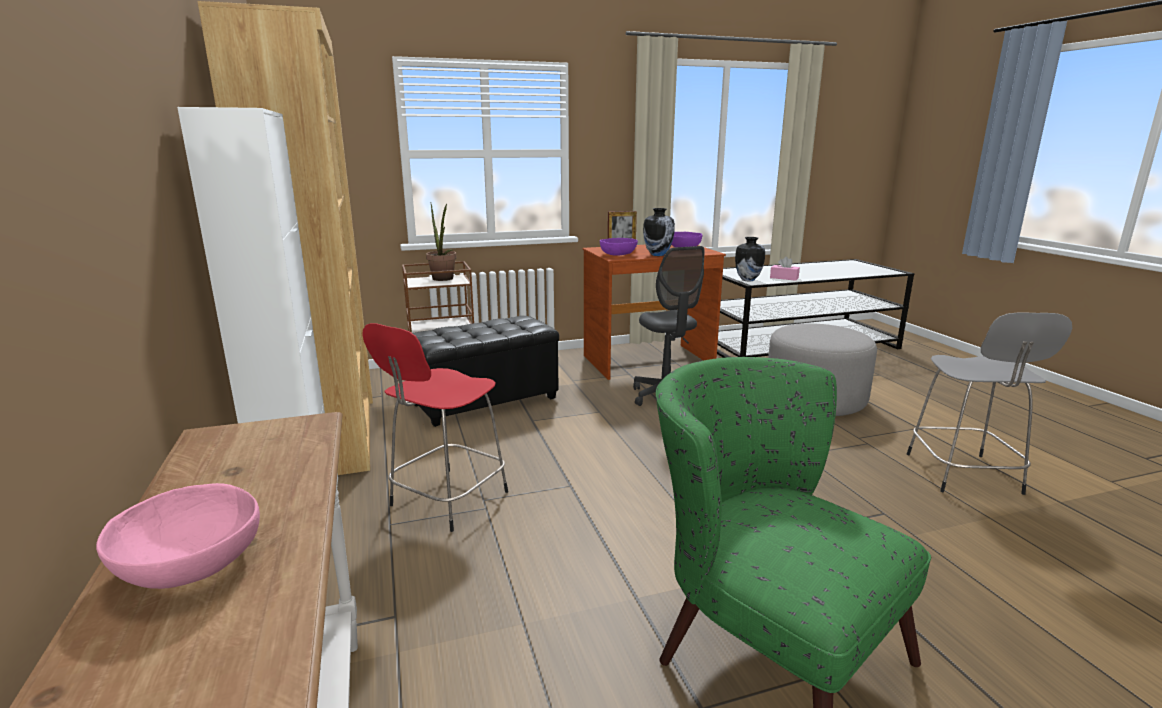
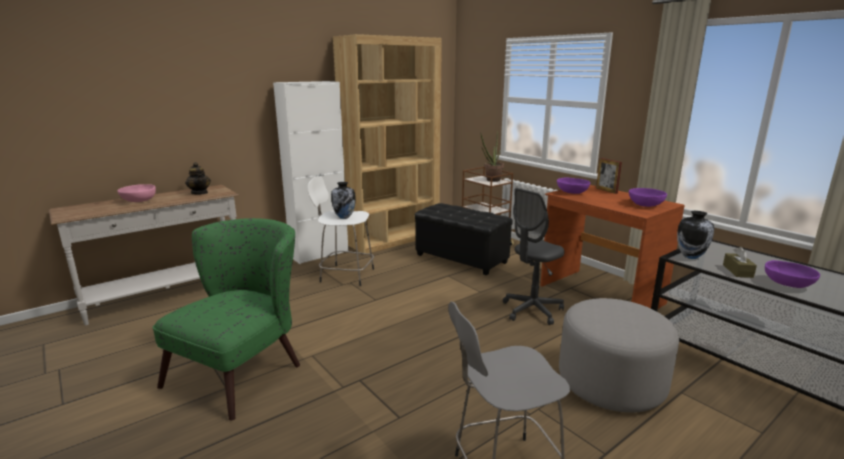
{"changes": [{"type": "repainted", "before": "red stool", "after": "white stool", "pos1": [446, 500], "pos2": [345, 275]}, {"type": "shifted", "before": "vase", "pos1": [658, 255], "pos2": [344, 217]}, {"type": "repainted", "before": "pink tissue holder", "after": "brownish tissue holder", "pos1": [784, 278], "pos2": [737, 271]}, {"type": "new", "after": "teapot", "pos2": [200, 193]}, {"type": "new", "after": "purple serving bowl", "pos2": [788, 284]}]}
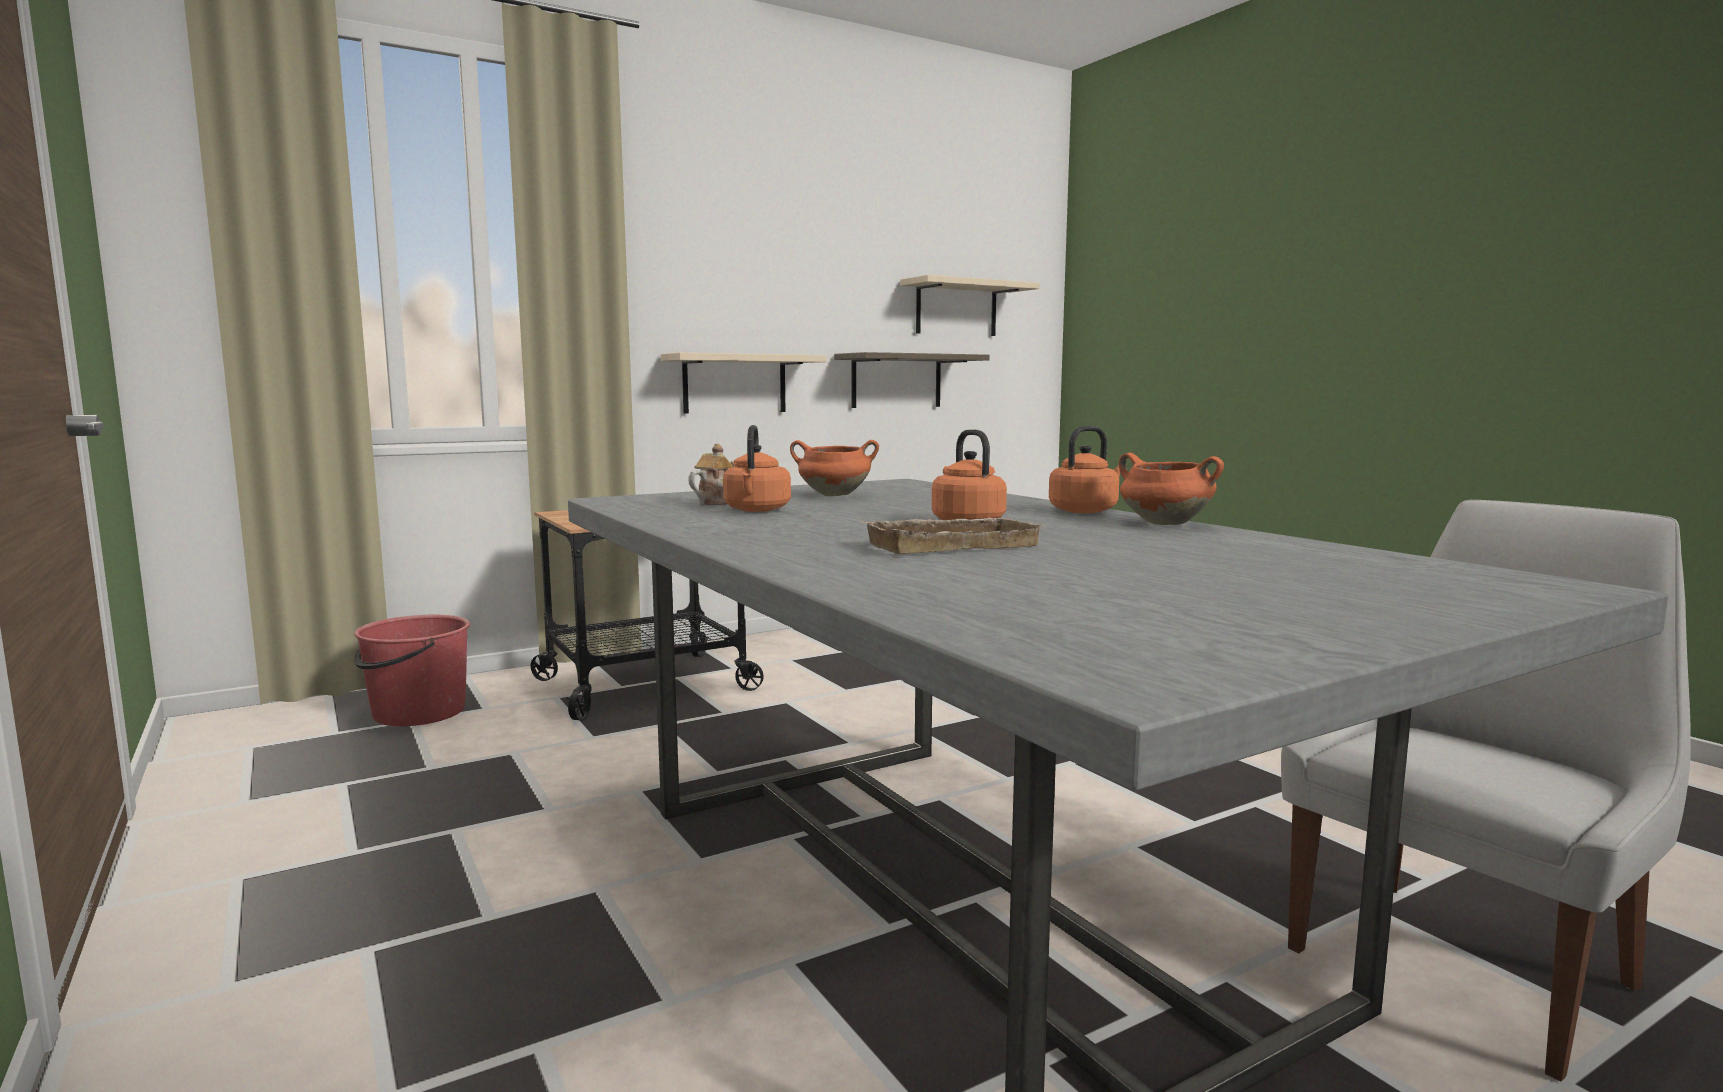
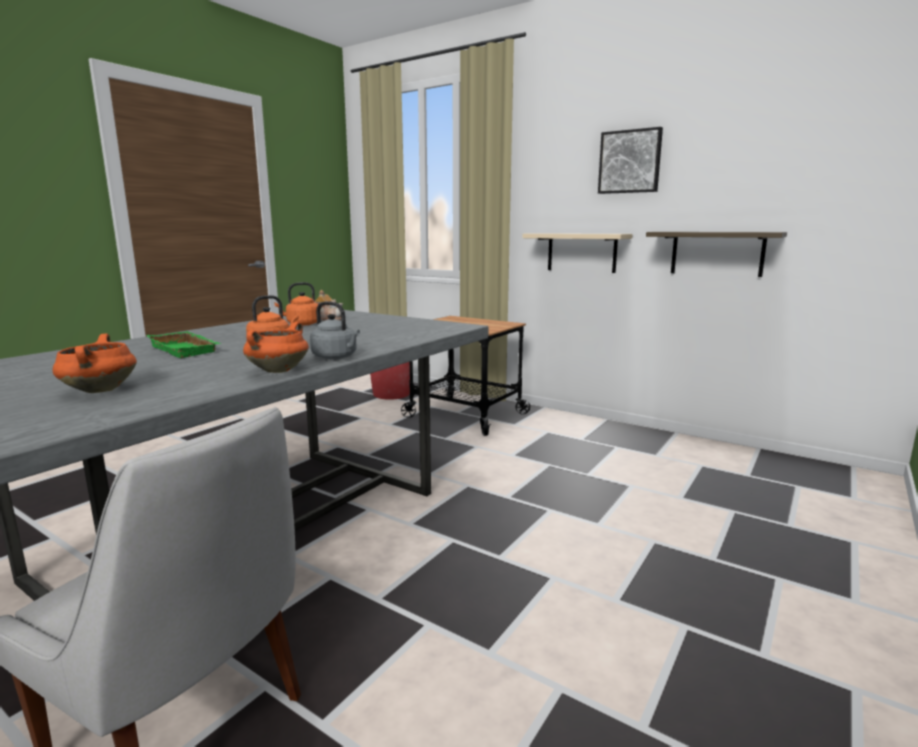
{"changes": [{"type": "shifted", "before": "orangey cooking pot", "pos1": [833, 495], "pos2": [99, 390]}, {"type": "repainted", "before": "beige-coloured serving tray", "after": "green-coloured serving tray", "pos1": [950, 545], "pos2": [187, 350]}, {"type": "gone", "before": "beige-coloured bracket shelf", "pos1": [956, 309]}, {"type": "repainted", "before": "orangey kettle", "after": "gray kettle", "pos1": [1085, 511], "pos2": [336, 357]}, {"type": "new", "after": "wall art", "pos2": [630, 162]}]}
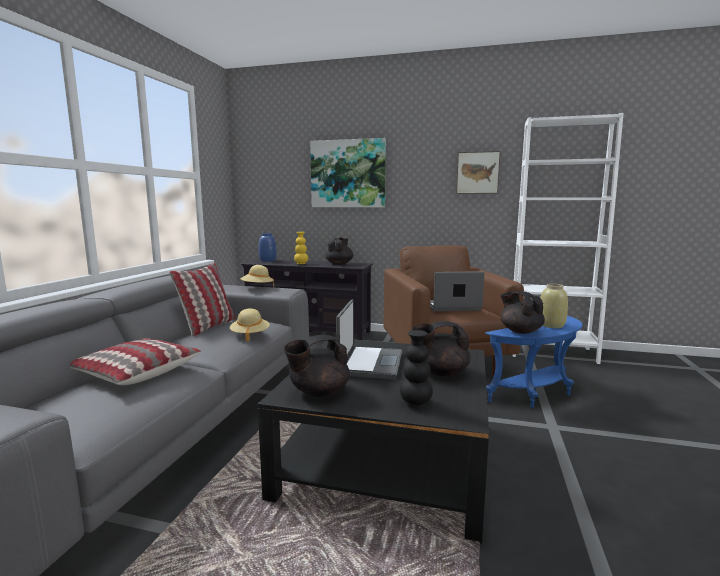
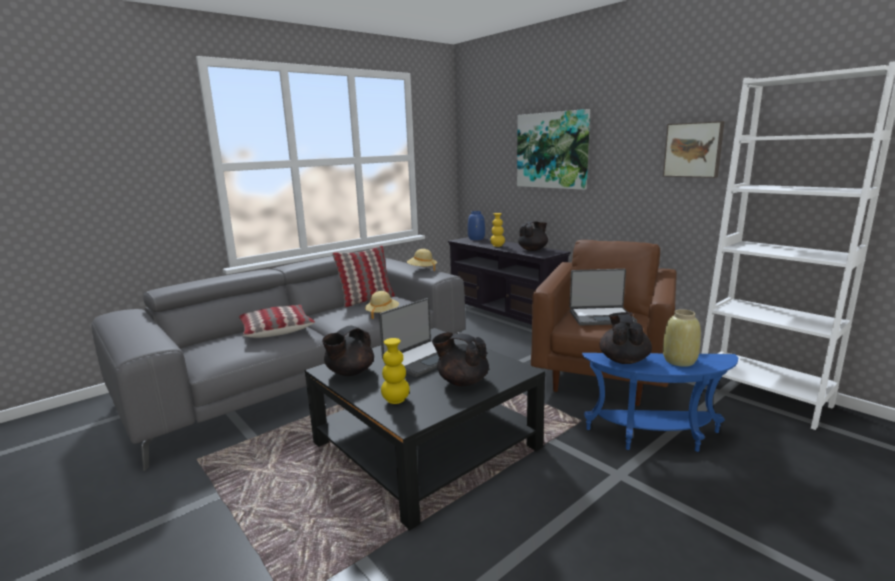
{"changes": [{"type": "rotated", "before": "black-coloured teapot", "pos1": [318, 392], "pos2": [349, 372], "turn": -60}, {"type": "repainted", "before": "black-coloured vase", "after": "yellowish vase", "pos1": [415, 403], "pos2": [396, 400]}, {"type": "rotated", "before": "laptop", "pos1": [452, 307], "pos2": [601, 317], "turn": 150}]}
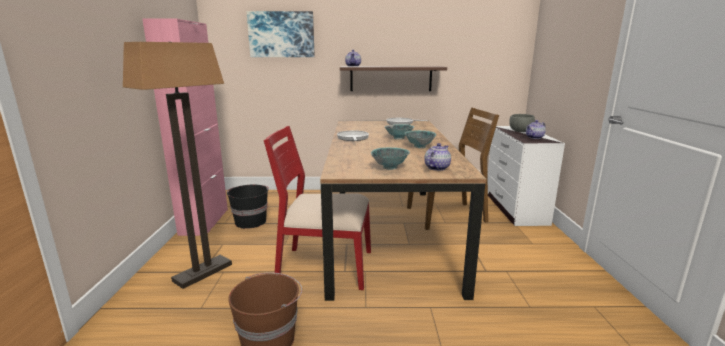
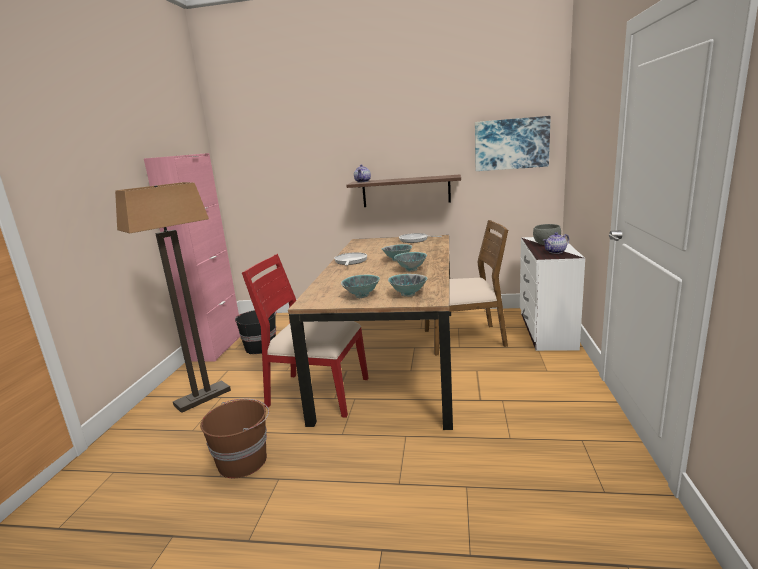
{"changes": [{"type": "shifted", "before": "wall art", "pos1": [281, 34], "pos2": [511, 144]}, {"type": "swapped", "before": "teapot", "after": "serving bowl", "pos1": [436, 168], "pos2": [408, 295]}]}
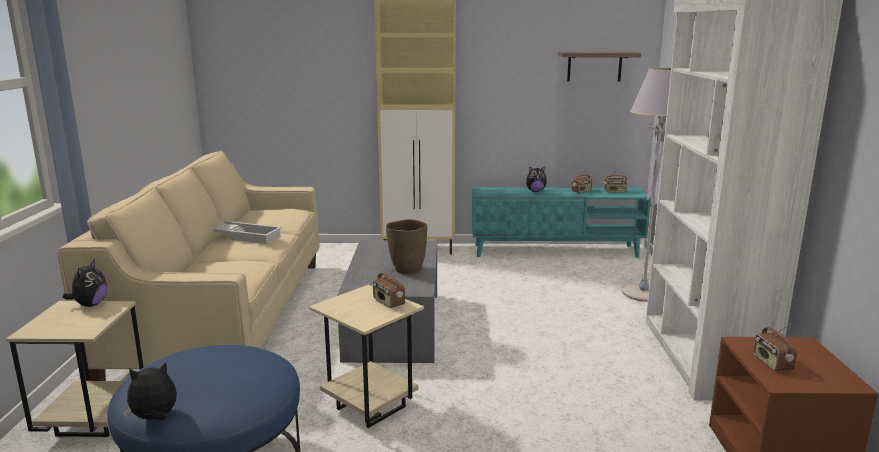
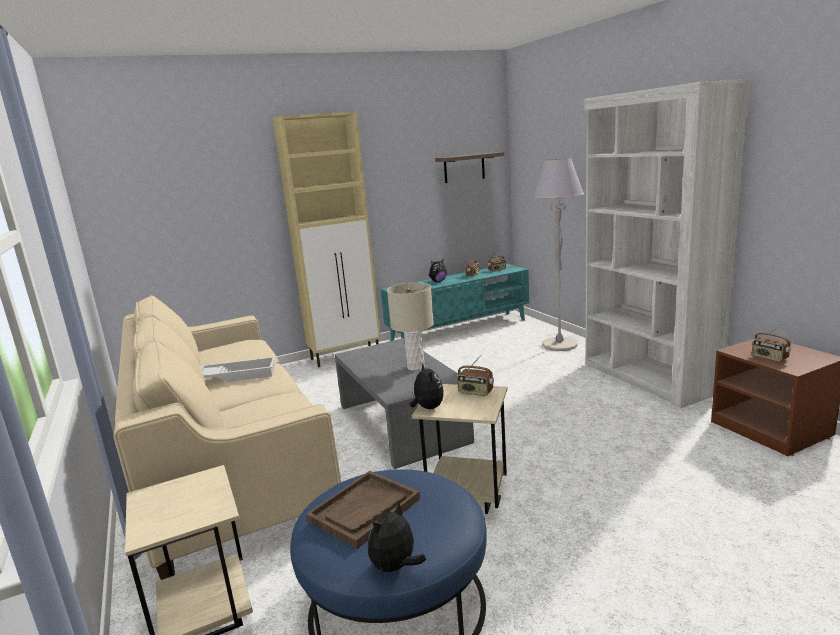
{"changes": [{"type": "shifted", "before": "cuddly toy", "pos1": [90, 305], "pos2": [427, 408]}, {"type": "swapped", "before": "brownish vase", "after": "beige-coloured table lamp", "pos1": [407, 270], "pos2": [416, 367]}, {"type": "new", "after": "brownish serving tray", "pos2": [364, 510]}]}
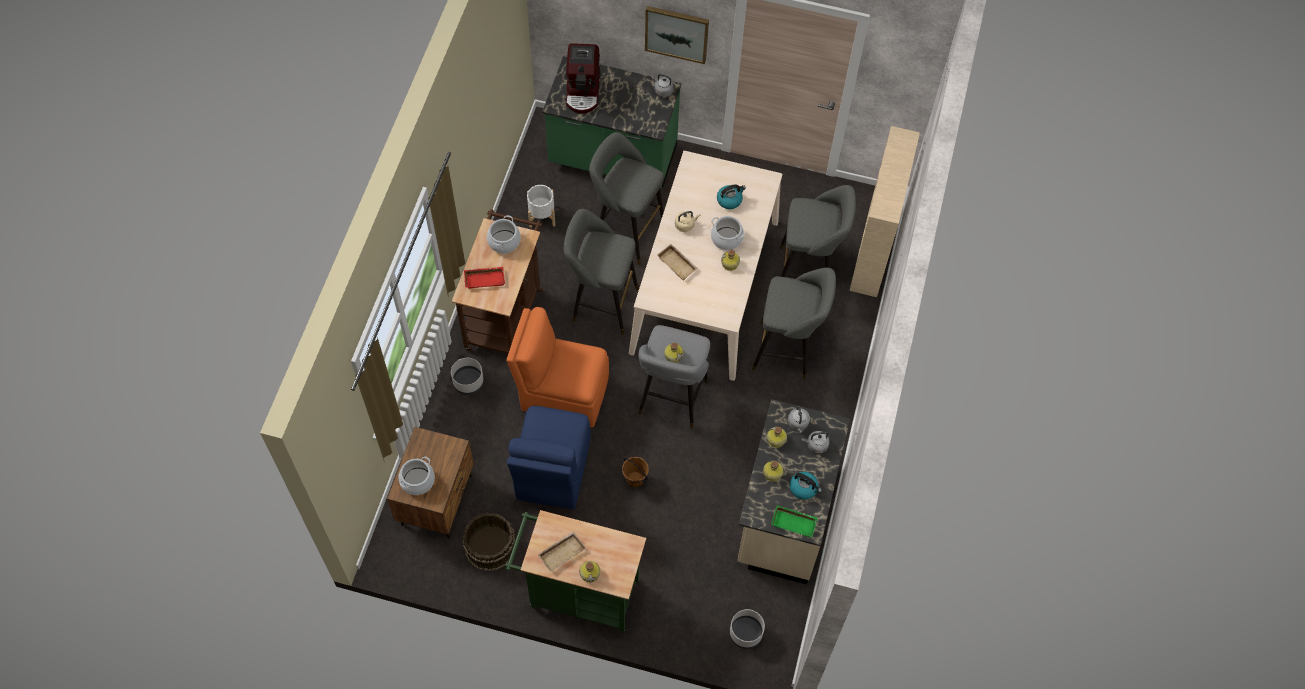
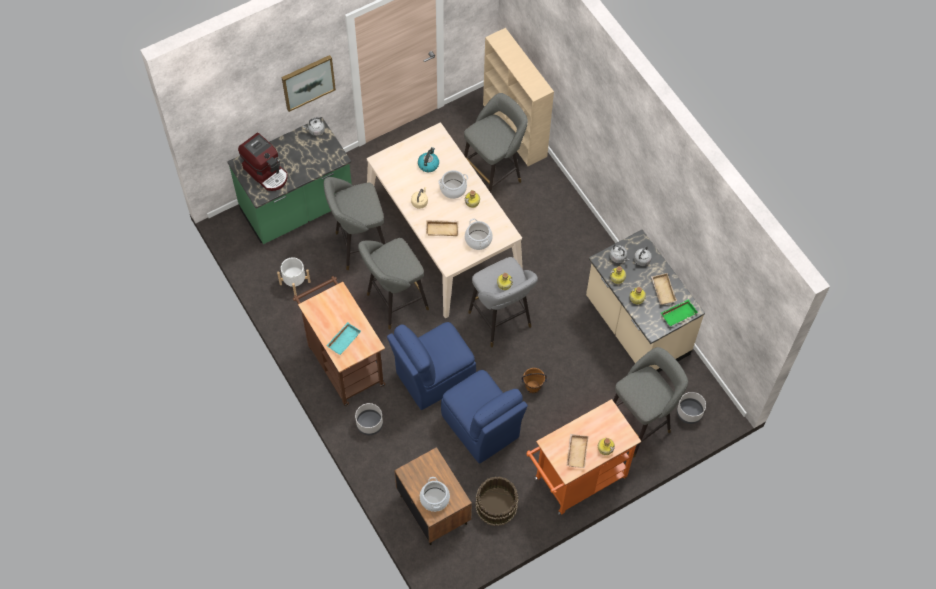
{"changes": [{"type": "repainted", "before": "red serving tray", "after": "turquoise-coloured serving tray", "pos1": [485, 278], "pos2": [343, 339]}, {"type": "shifted", "before": "cooking pot", "pos1": [504, 241], "pos2": [478, 239]}, {"type": "repainted", "before": "green-coloured trolley", "after": "orangey trolley", "pos1": [578, 593], "pos2": [576, 481]}, {"type": "repainted", "before": "orangey upright chair", "after": "bluish upright chair", "pos1": [562, 393], "pos2": [433, 377]}, {"type": "shifted", "before": "gray stool", "pos1": [787, 351], "pos2": [640, 424]}, {"type": "swapped", "before": "kettle", "after": "beige-coloured serving tray", "pos1": [804, 488], "pos2": [662, 290]}]}
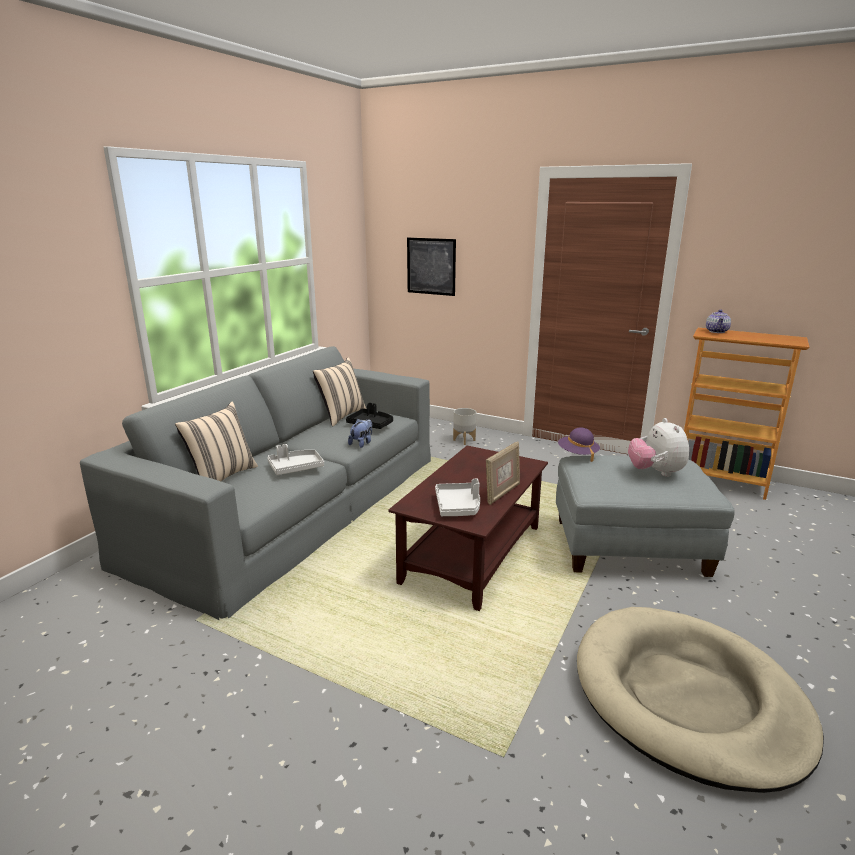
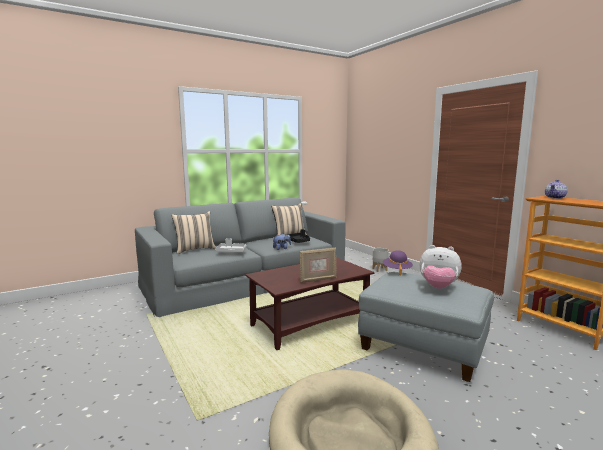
{"changes": [{"type": "gone", "before": "wall art", "pos1": [431, 266]}, {"type": "gone", "before": "gray serving tray", "pos1": [458, 506]}, {"type": "rotated", "before": "cuddly toy", "pos1": [655, 472], "pos2": [438, 288], "turn": -90}]}
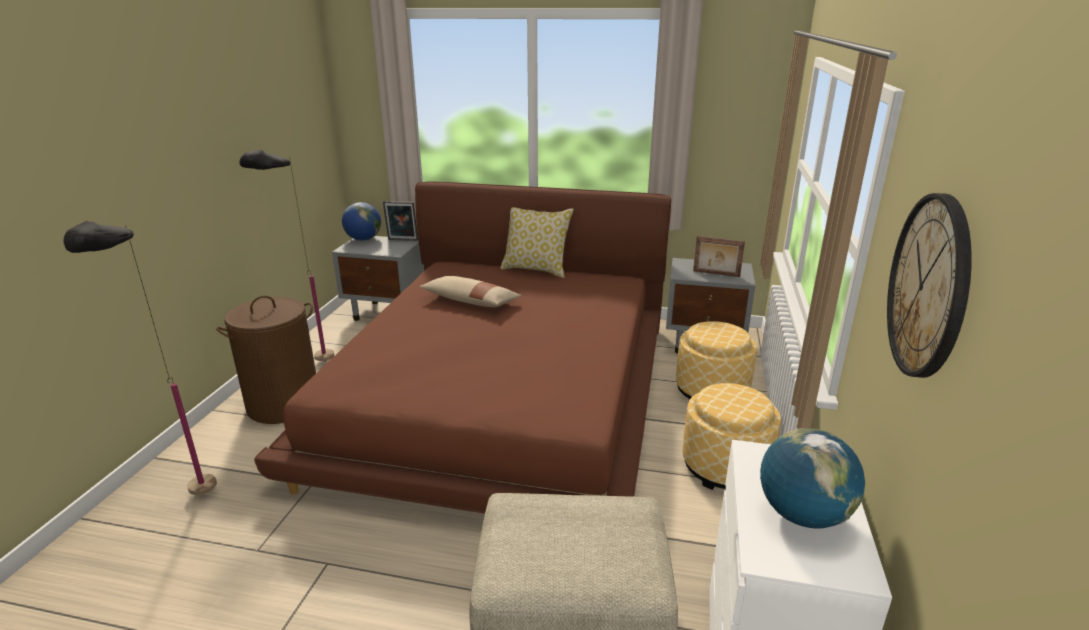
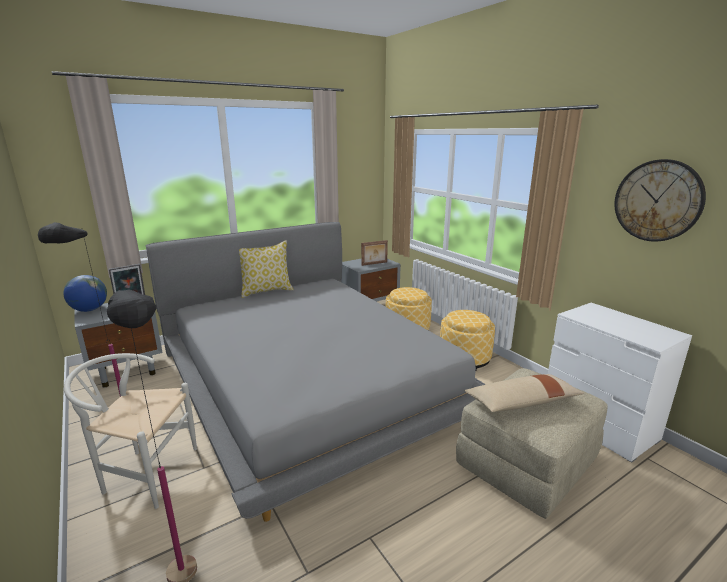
{"changes": [{"type": "swapped", "before": "brownish washing basket", "after": "white upright chair", "pos1": [284, 404], "pos2": [143, 473]}, {"type": "repainted", "before": "brownish sleeping bed", "after": "gray sleeping bed", "pos1": [502, 394], "pos2": [307, 380]}, {"type": "shifted", "before": "beige-coloured pillow", "pos1": [470, 301], "pos2": [521, 402]}, {"type": "gone", "before": "world globe", "pos1": [802, 515]}]}
